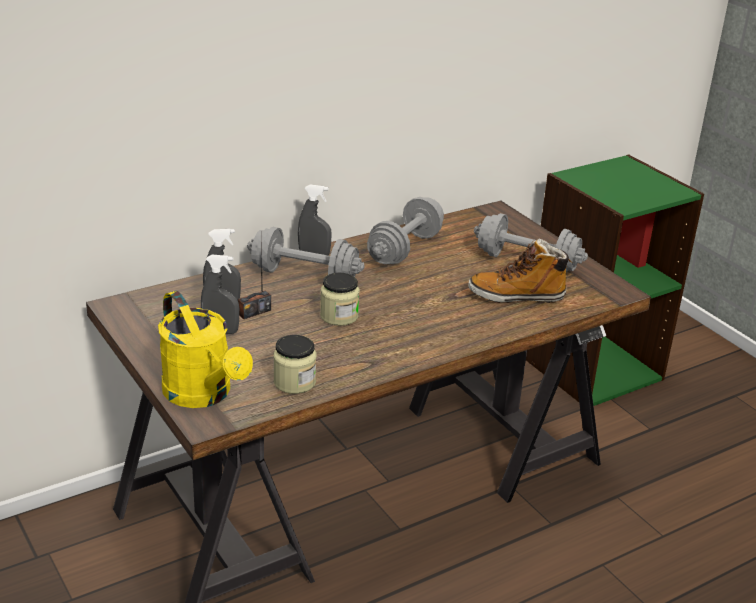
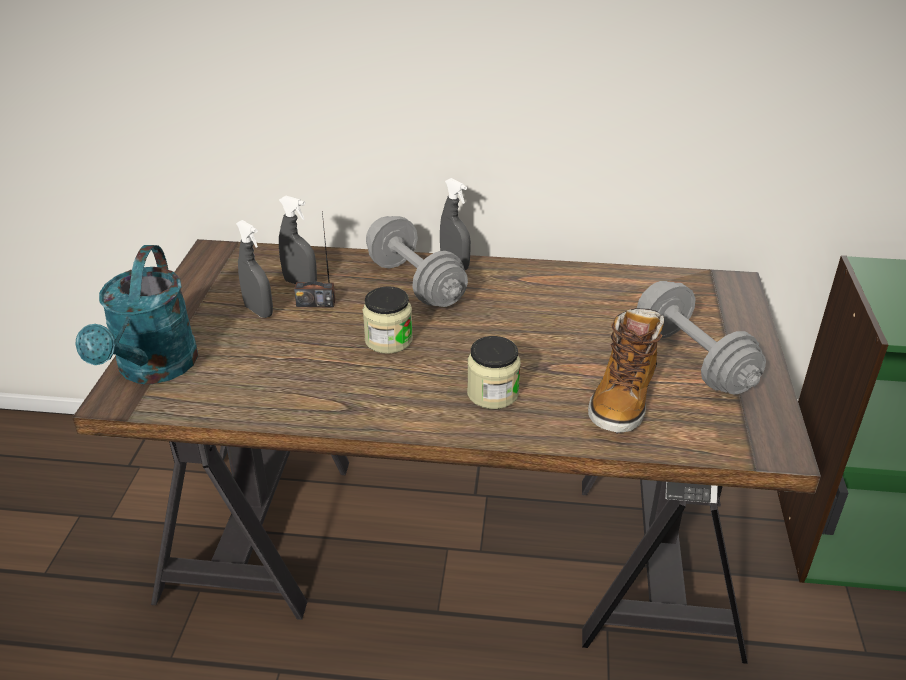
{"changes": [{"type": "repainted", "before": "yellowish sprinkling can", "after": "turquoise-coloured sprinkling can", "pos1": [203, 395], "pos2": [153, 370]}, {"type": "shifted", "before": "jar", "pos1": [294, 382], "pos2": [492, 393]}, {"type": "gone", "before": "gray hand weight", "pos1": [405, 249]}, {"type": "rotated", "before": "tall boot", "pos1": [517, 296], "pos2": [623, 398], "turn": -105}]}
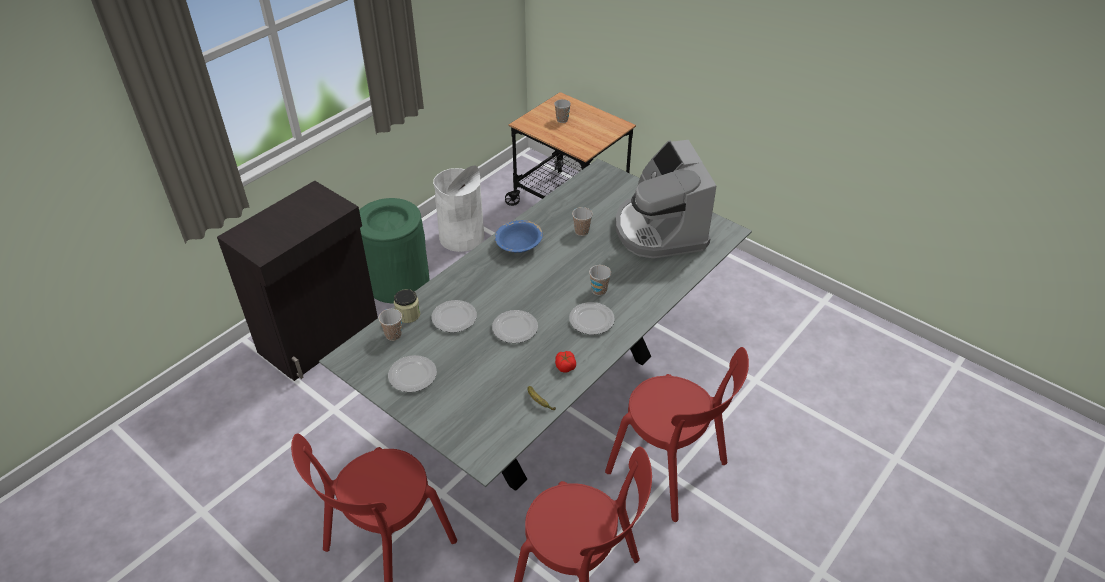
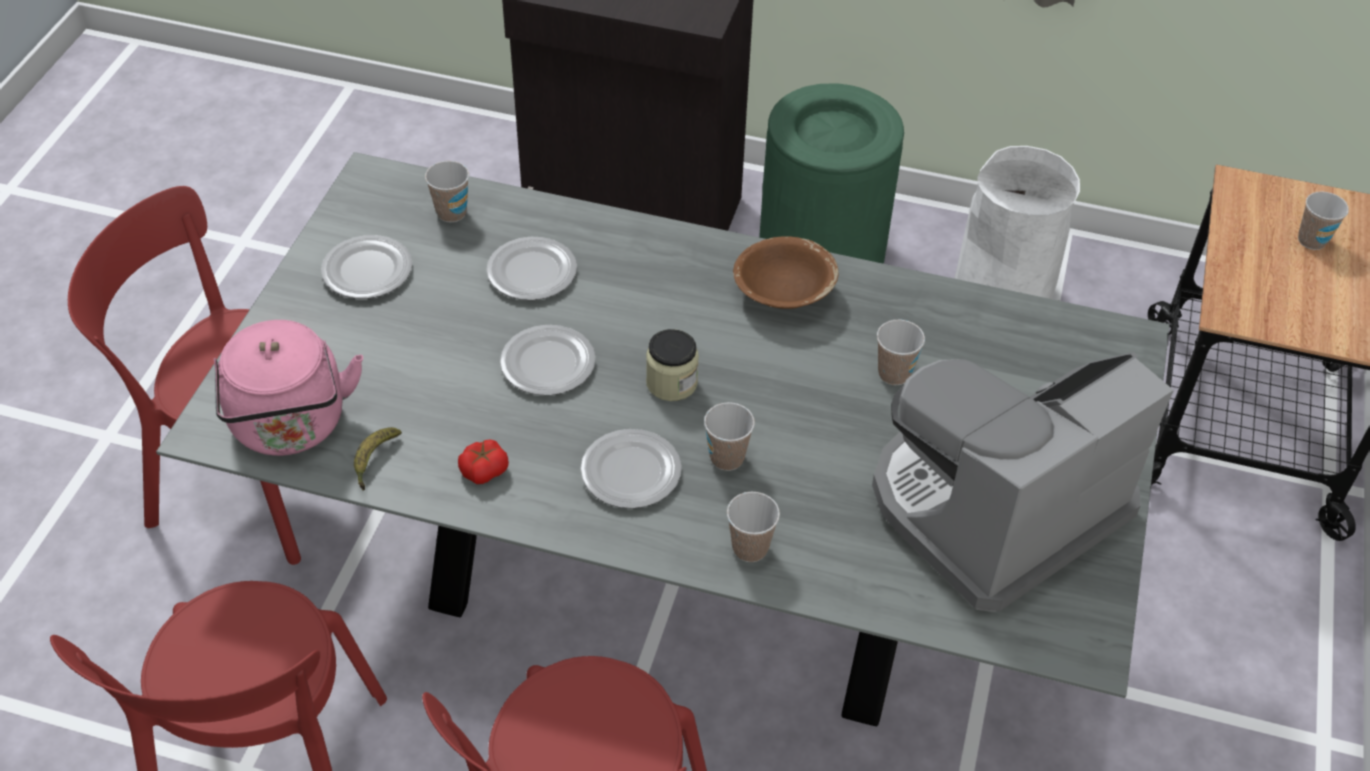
{"changes": [{"type": "shifted", "before": "jar", "pos1": [408, 315], "pos2": [671, 383]}, {"type": "repainted", "before": "bluish serving bowl", "after": "brownish serving bowl", "pos1": [519, 246], "pos2": [783, 292]}, {"type": "new", "after": "pink kettle", "pos2": [291, 427]}, {"type": "new", "after": "small cup", "pos2": [750, 548]}]}
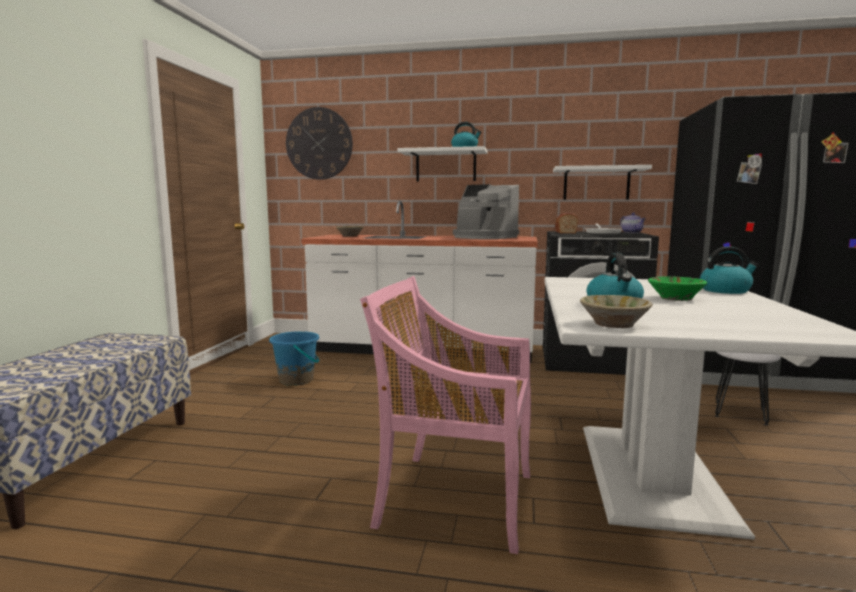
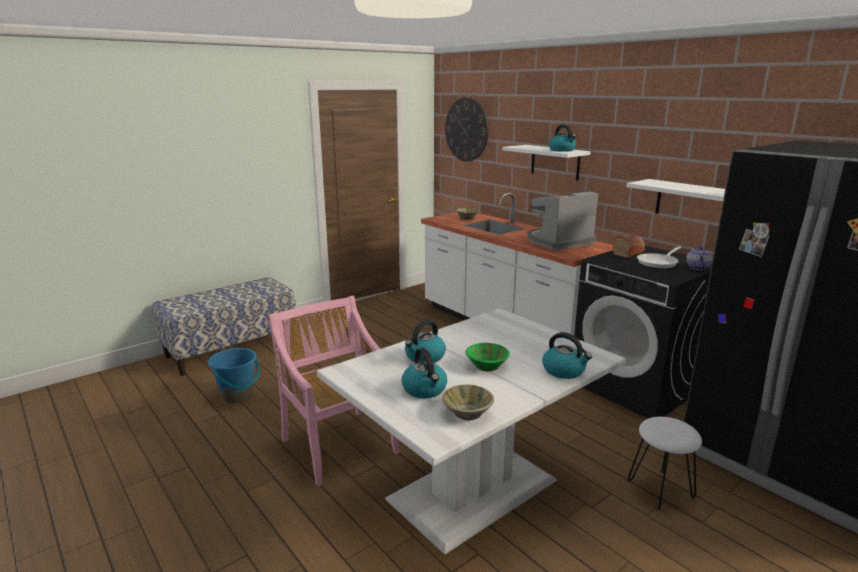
{"changes": [{"type": "shifted", "before": "bluish bucket", "pos1": [296, 380], "pos2": [237, 395]}, {"type": "rotated", "before": "coffee brewer", "pos1": [483, 237], "pos2": [559, 242], "turn": 75}, {"type": "shifted", "before": "beige-coloured serving bowl", "pos1": [613, 324], "pos2": [467, 413]}, {"type": "new", "after": "kettle", "pos2": [425, 389]}]}
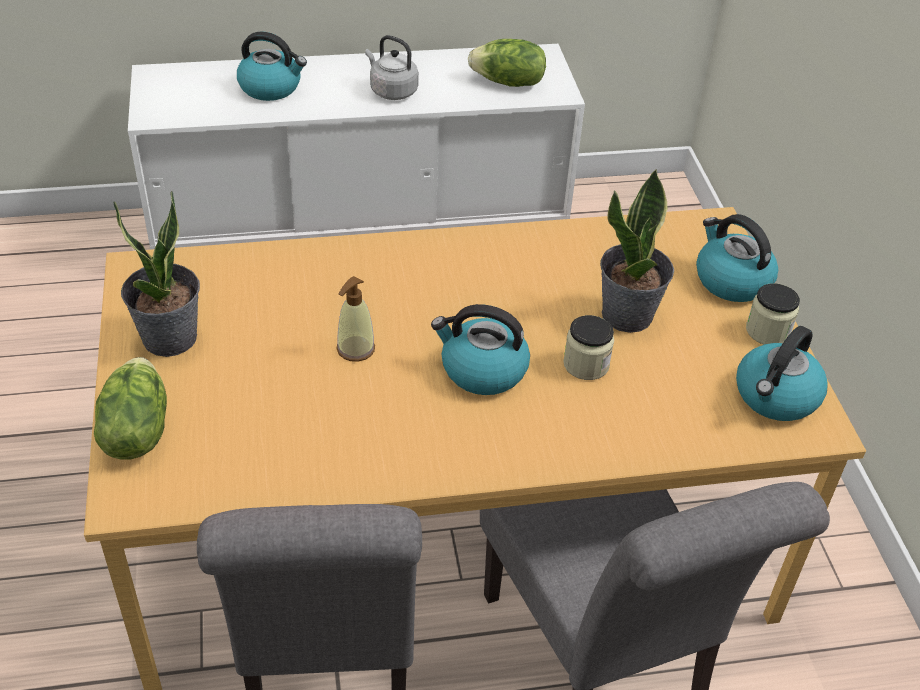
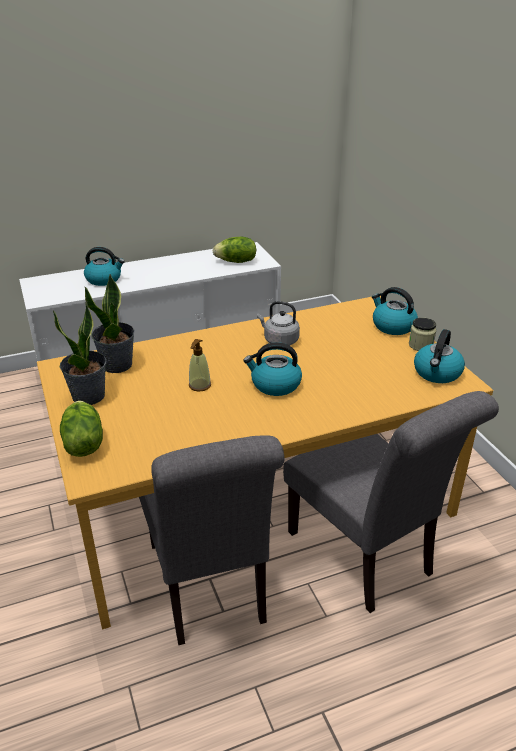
{"changes": [{"type": "shifted", "before": "gray kettle", "pos1": [391, 91], "pos2": [279, 340]}, {"type": "gone", "before": "jar", "pos1": [586, 364]}, {"type": "shifted", "before": "potted plant", "pos1": [628, 315], "pos2": [117, 365]}]}
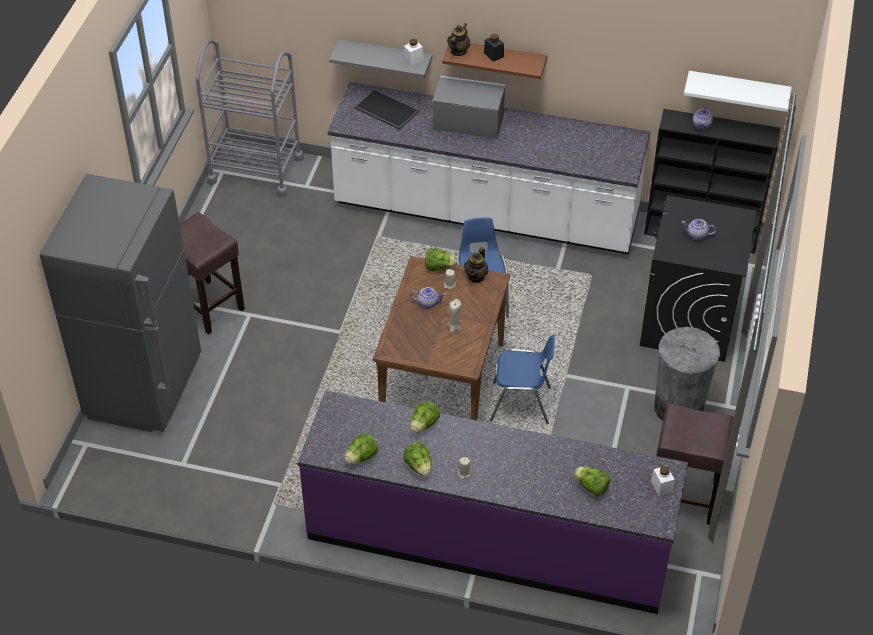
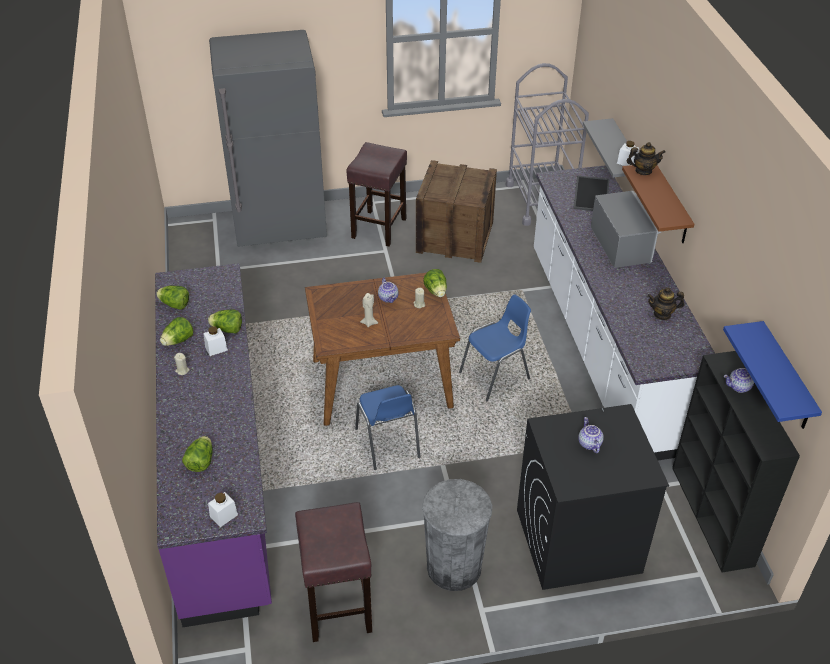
{"changes": [{"type": "shifted", "before": "teapot", "pos1": [476, 276], "pos2": [662, 314]}, {"type": "gone", "before": "black-coloured jar", "pos1": [493, 55]}, {"type": "repainted", "before": "white bracket shelf", "after": "bluish bracket shelf", "pos1": [737, 90], "pos2": [786, 378]}, {"type": "new", "after": "white jar", "pos2": [216, 348]}, {"type": "new", "after": "shipping crate", "pos2": [455, 237]}]}
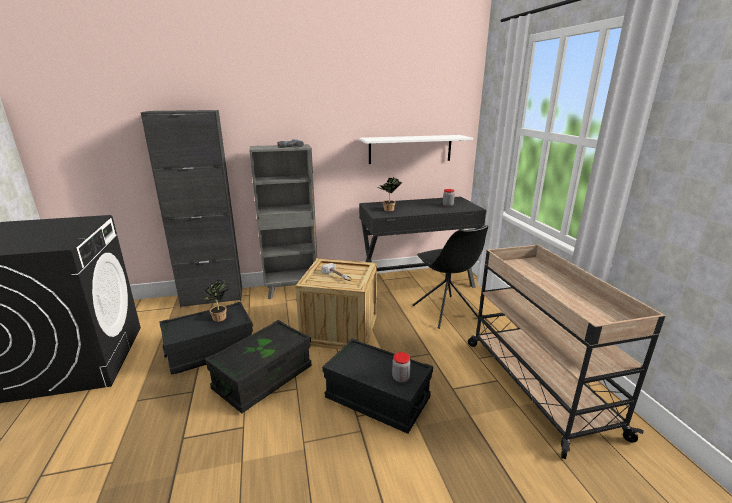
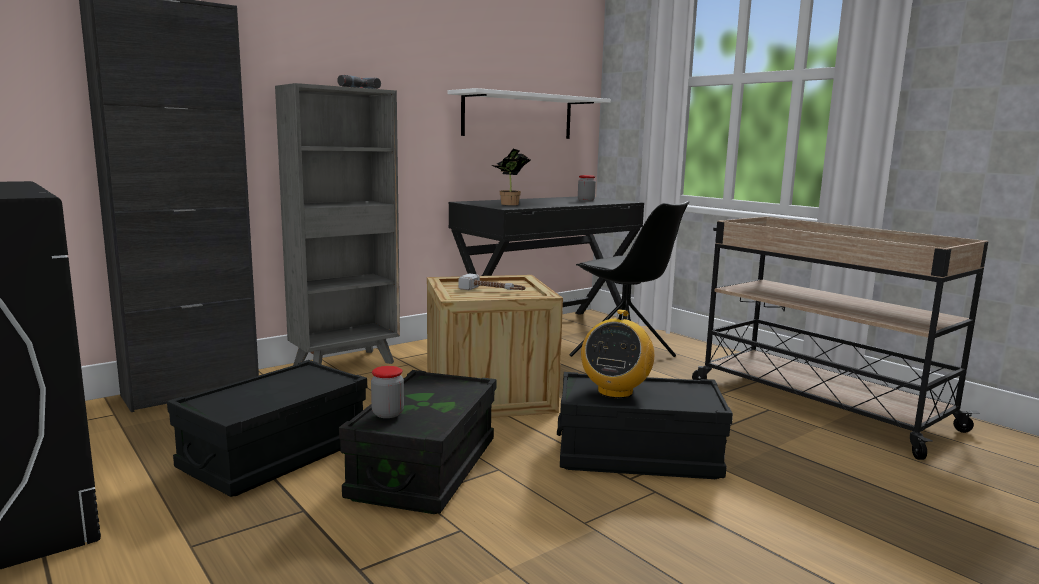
{"changes": [{"type": "gone", "before": "potted plant", "pos1": [220, 319]}, {"type": "shifted", "before": "jar", "pos1": [400, 378], "pos2": [387, 413]}, {"type": "new", "after": "radio receiver", "pos2": [615, 391]}]}
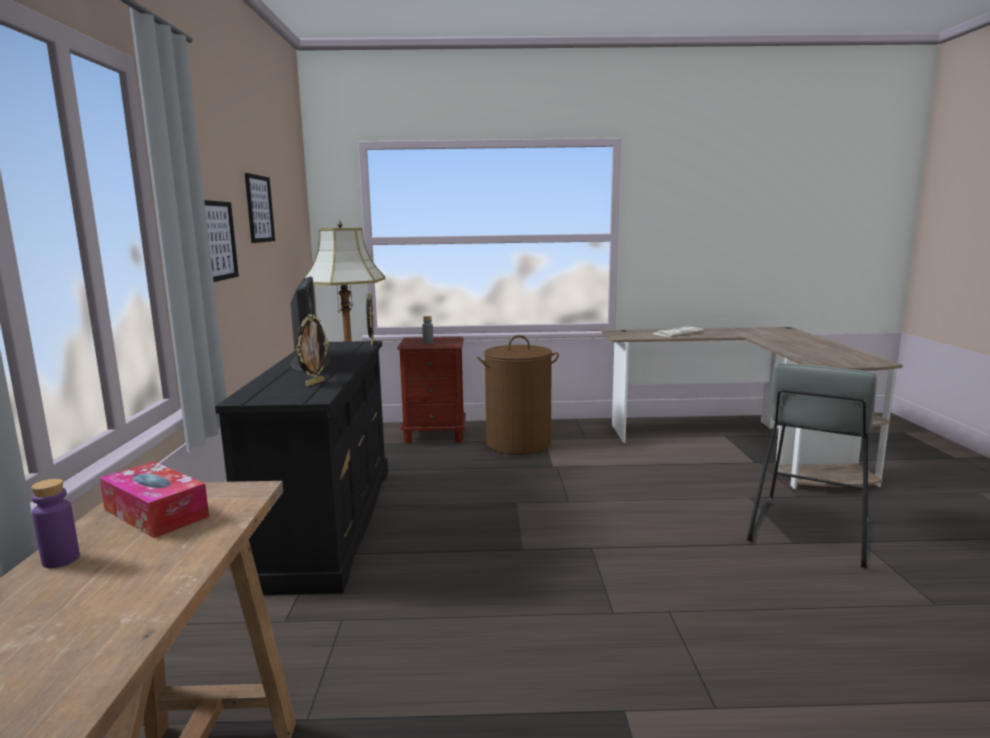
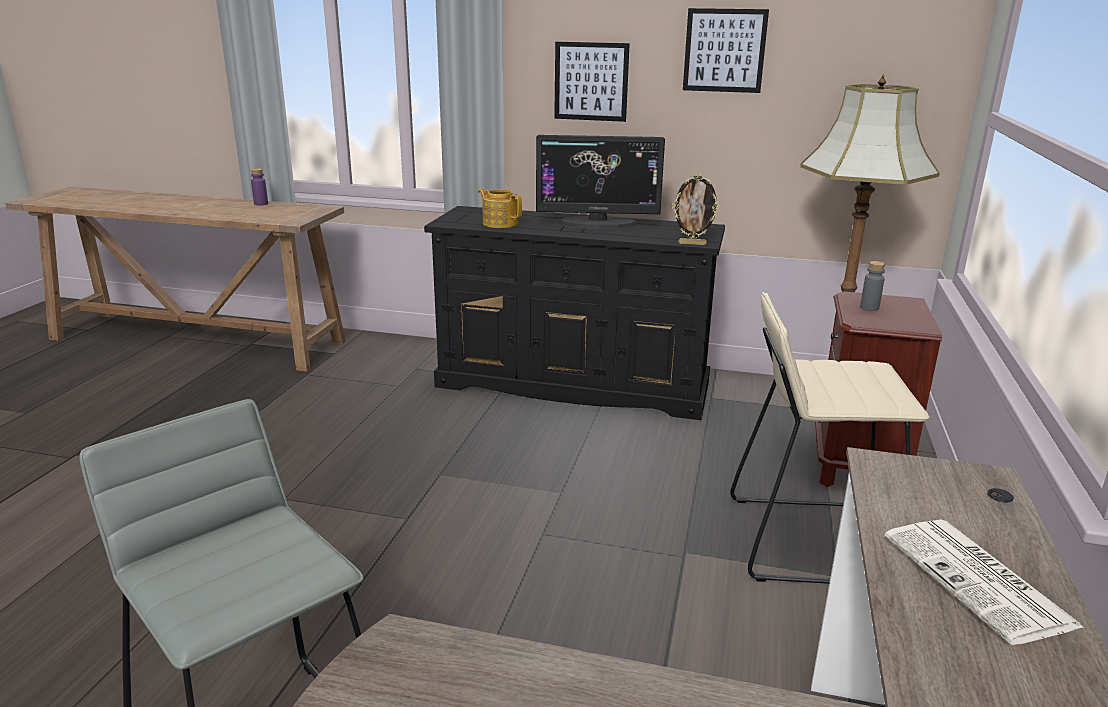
{"changes": [{"type": "gone", "before": "tissue holder", "pos1": [156, 513]}, {"type": "swapped", "before": "photo frame", "after": "teapot", "pos1": [314, 383], "pos2": [500, 223]}, {"type": "swapped", "before": "brownish washing basket", "after": "beige-coloured stool", "pos1": [518, 443], "pos2": [810, 540]}]}
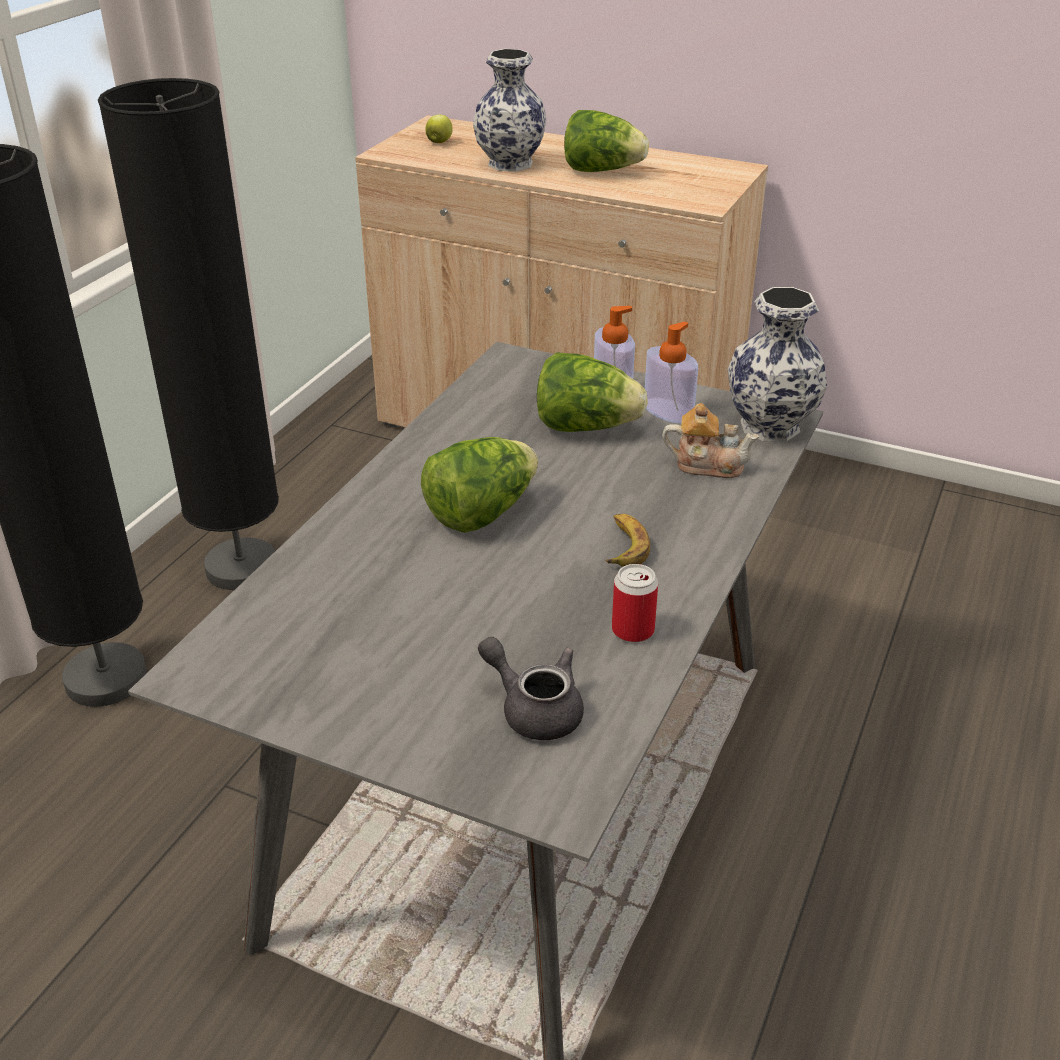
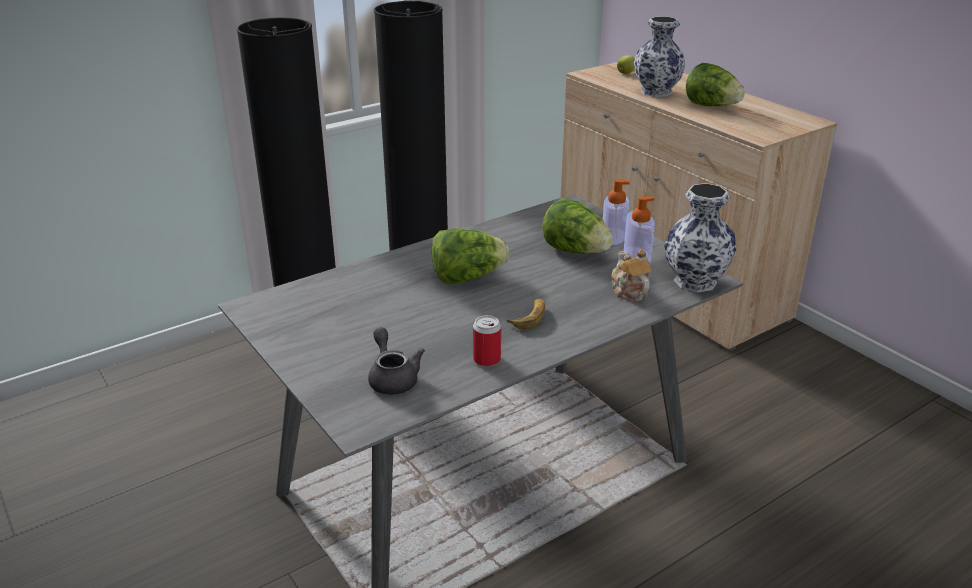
{"changes": [{"type": "rotated", "before": "teapot", "pos1": [707, 465], "pos2": [629, 291], "turn": -150}]}
